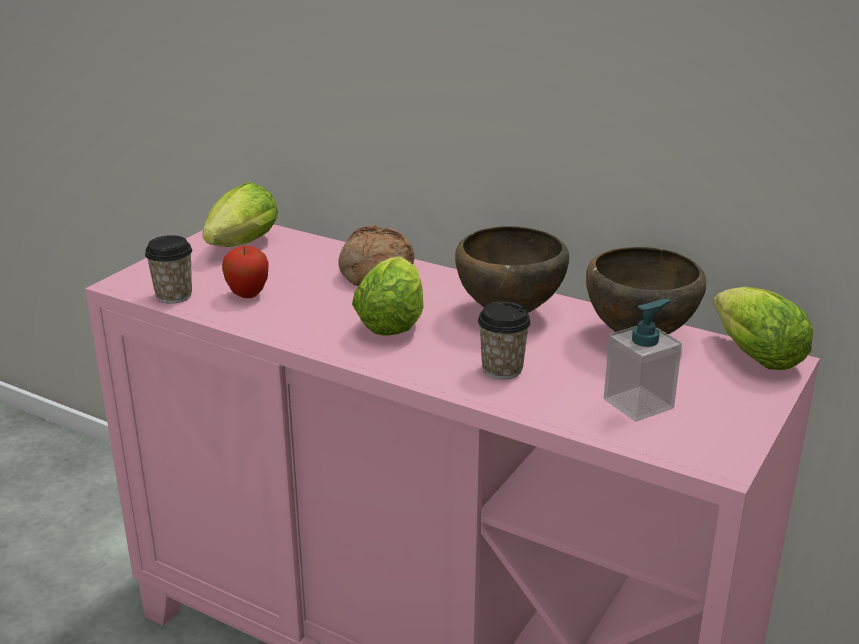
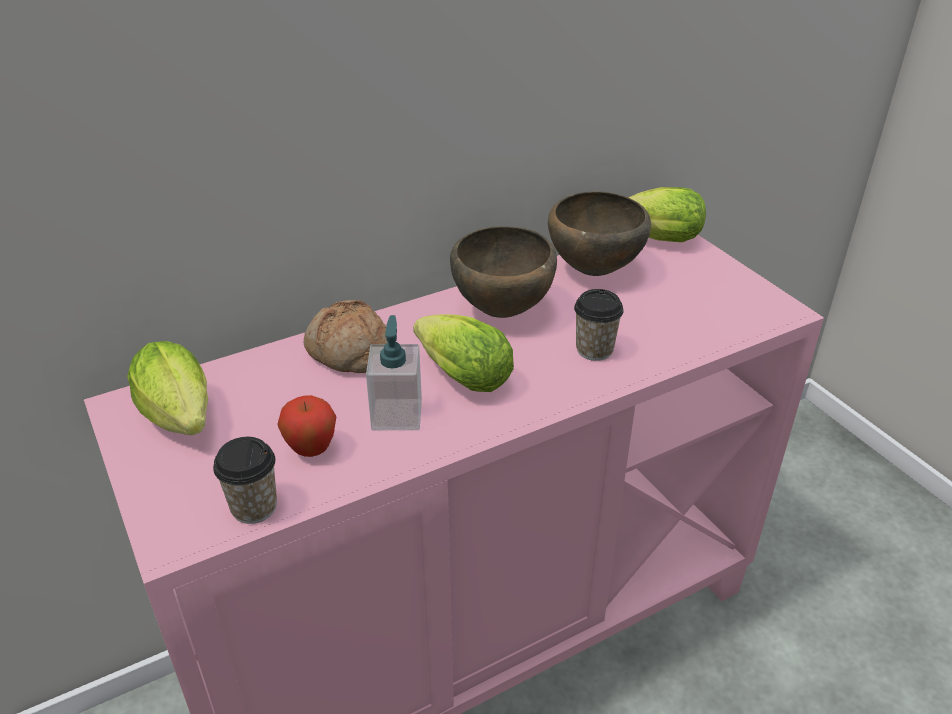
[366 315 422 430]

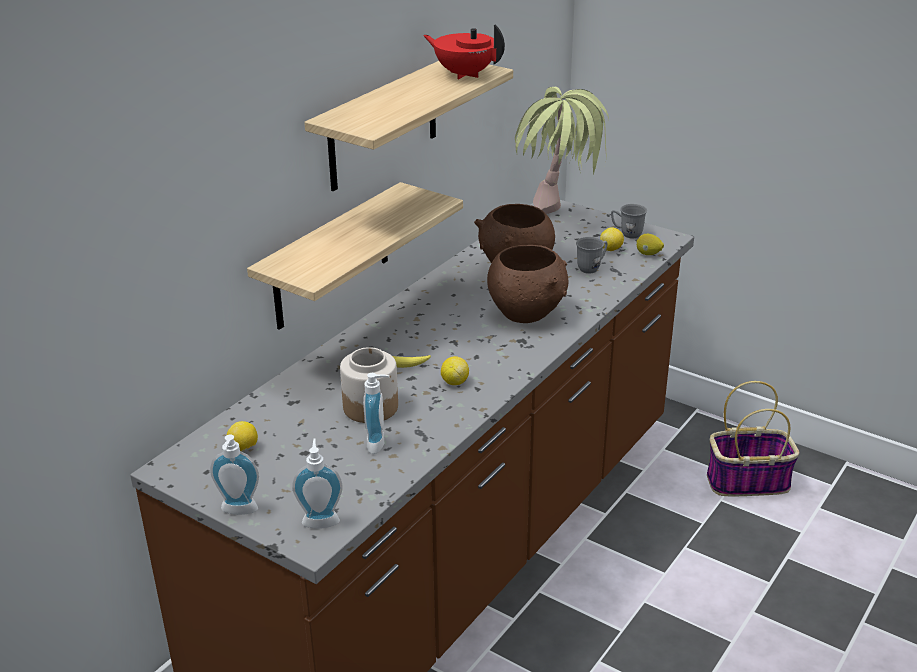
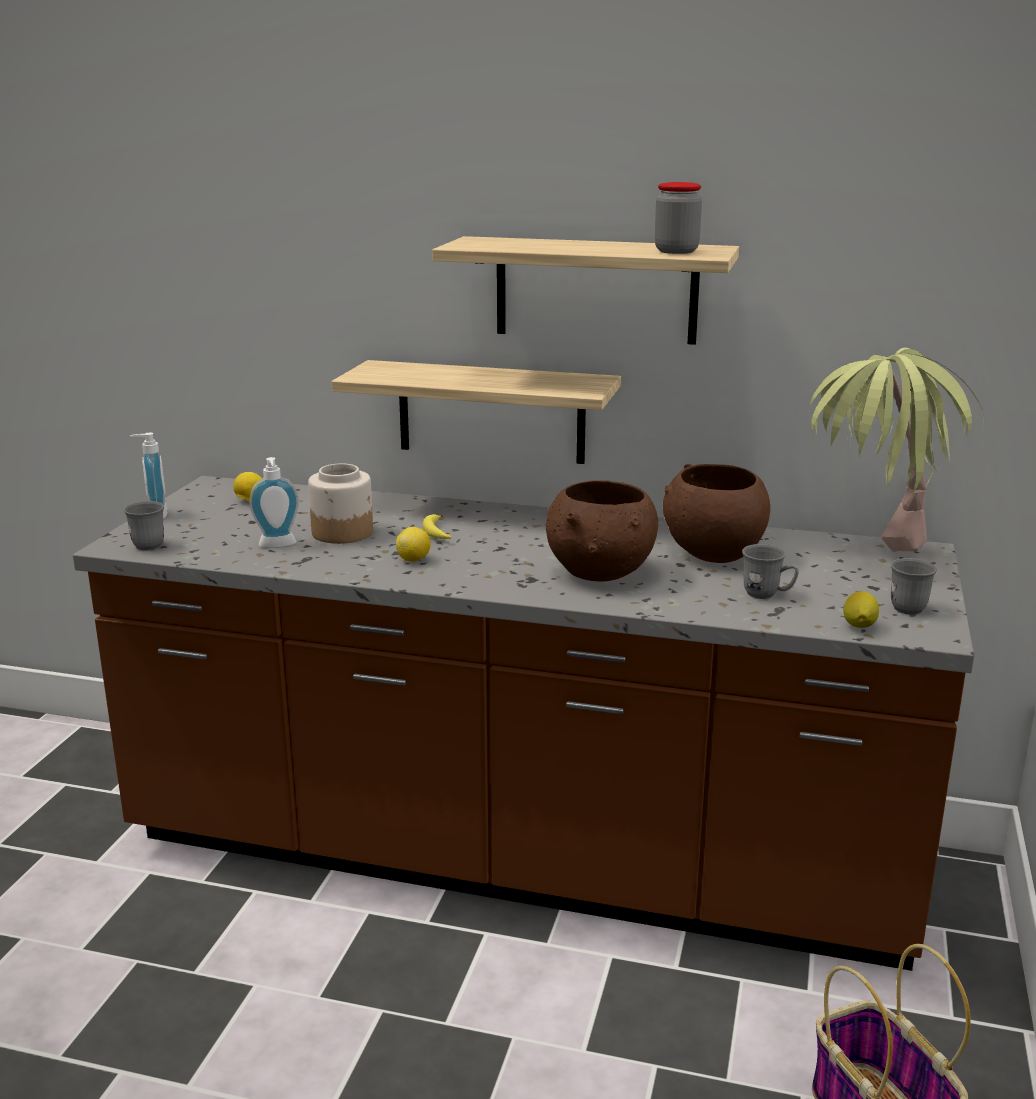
[655 182 702 254]
[600 227 624 251] (first image)
[124 501 164 551]

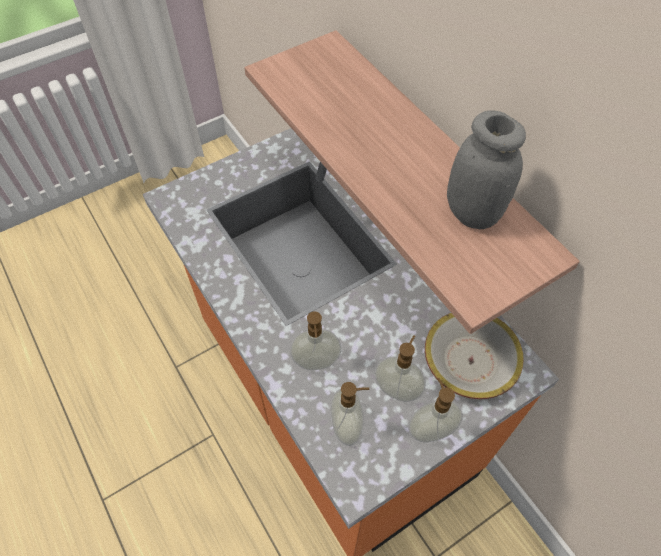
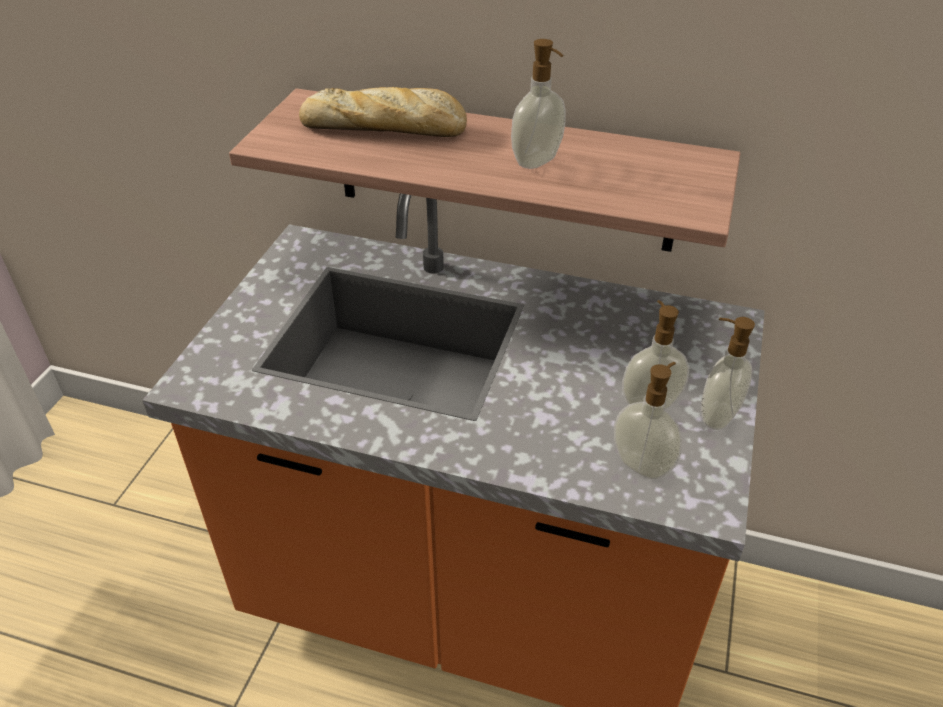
[447 110 526 229] (first image)
[511 39 566 169]
[425 313 524 399] (first image)
[299 87 467 137]

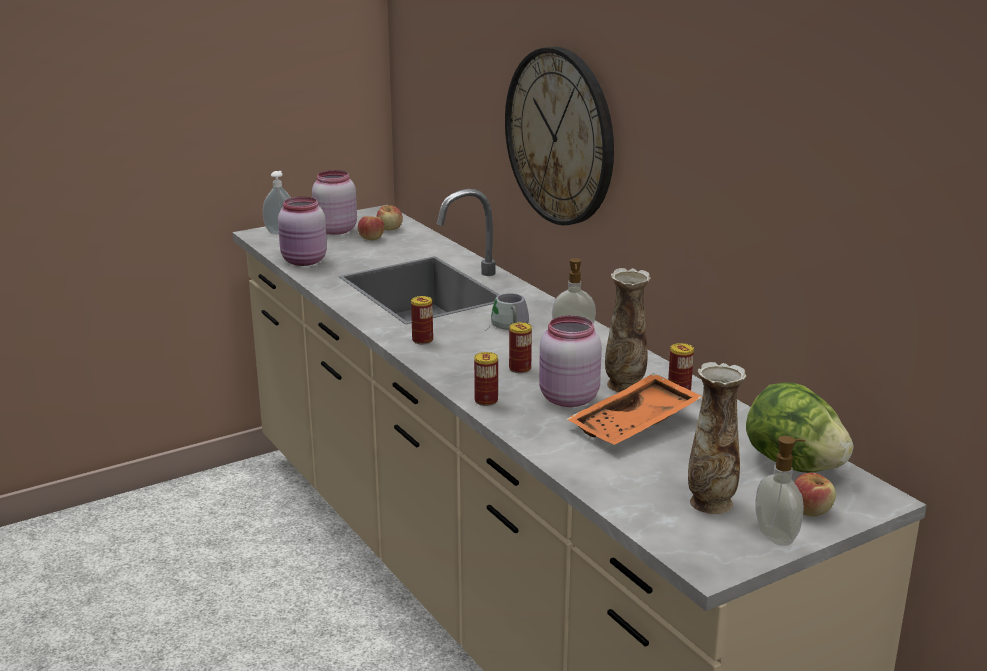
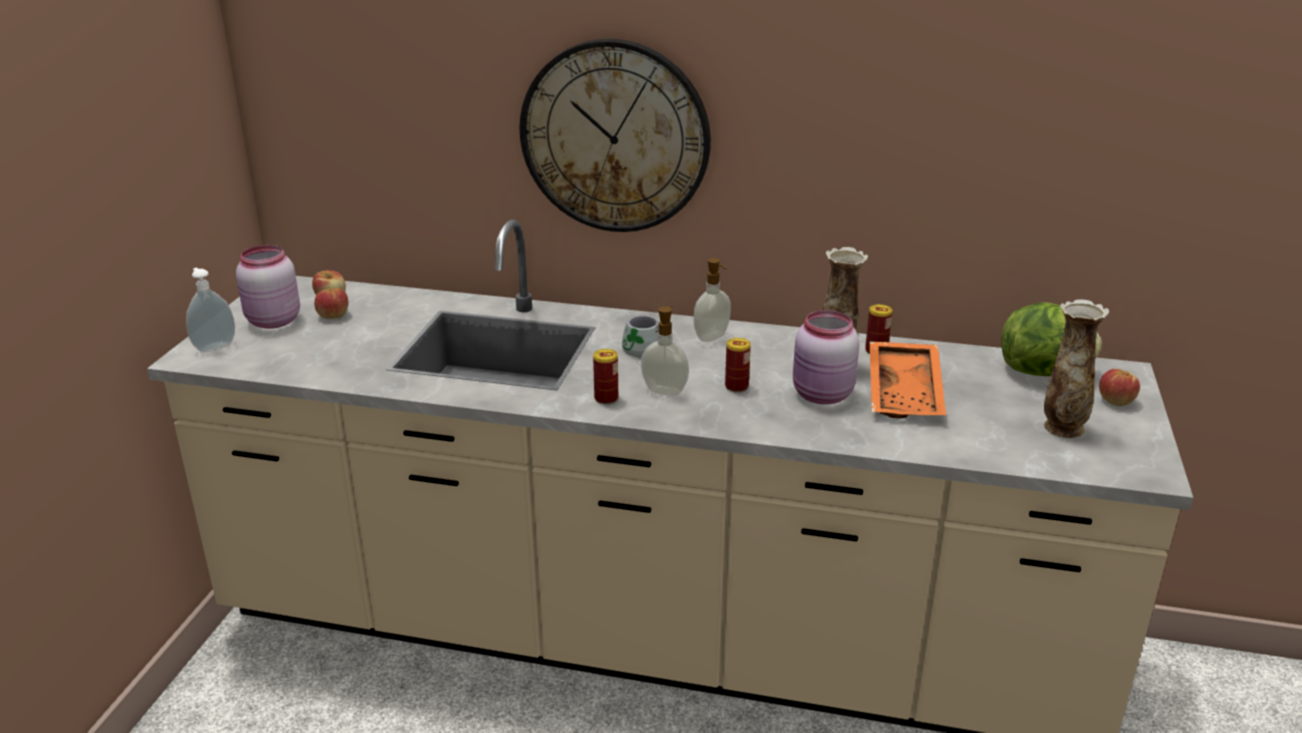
[278 196 327 266] (first image)
[474 352 498 406] (first image)
[641 306 689 396]

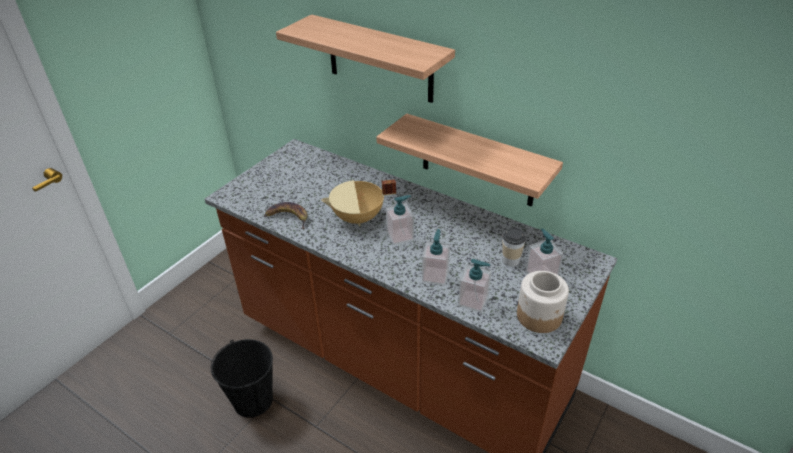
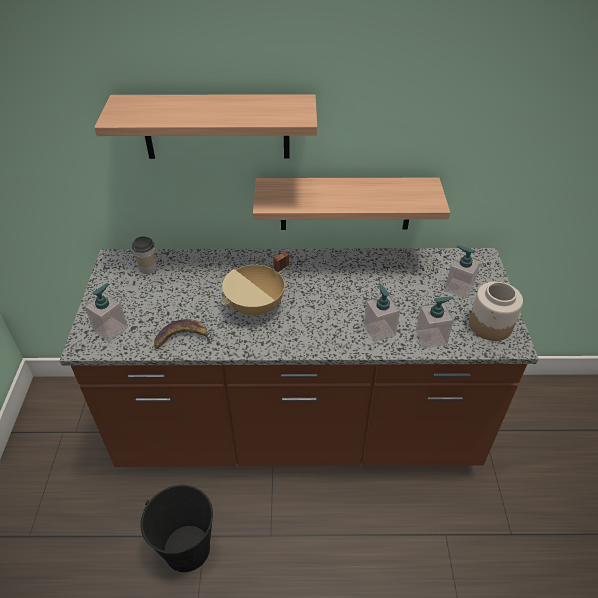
[84 283 128 342]
[132 236 157 274]

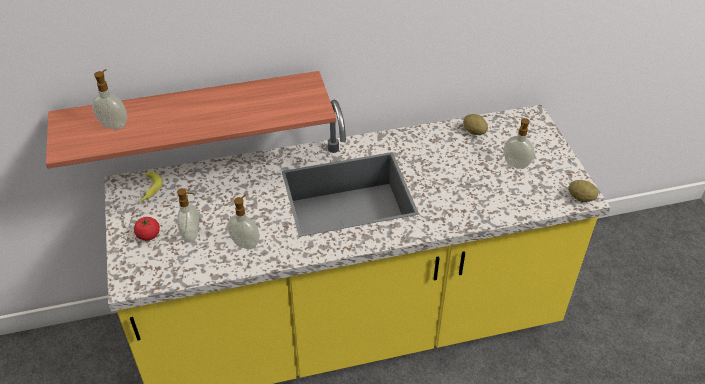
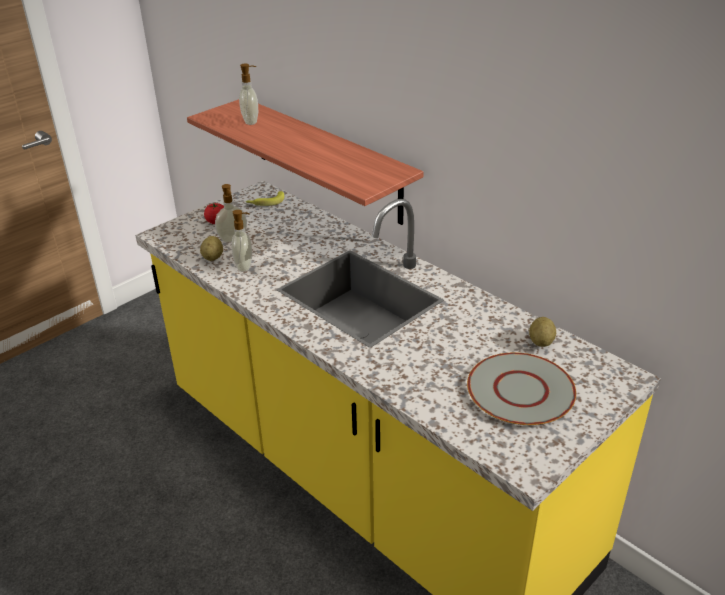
[467 353 576 425]
[200 236 223 261]

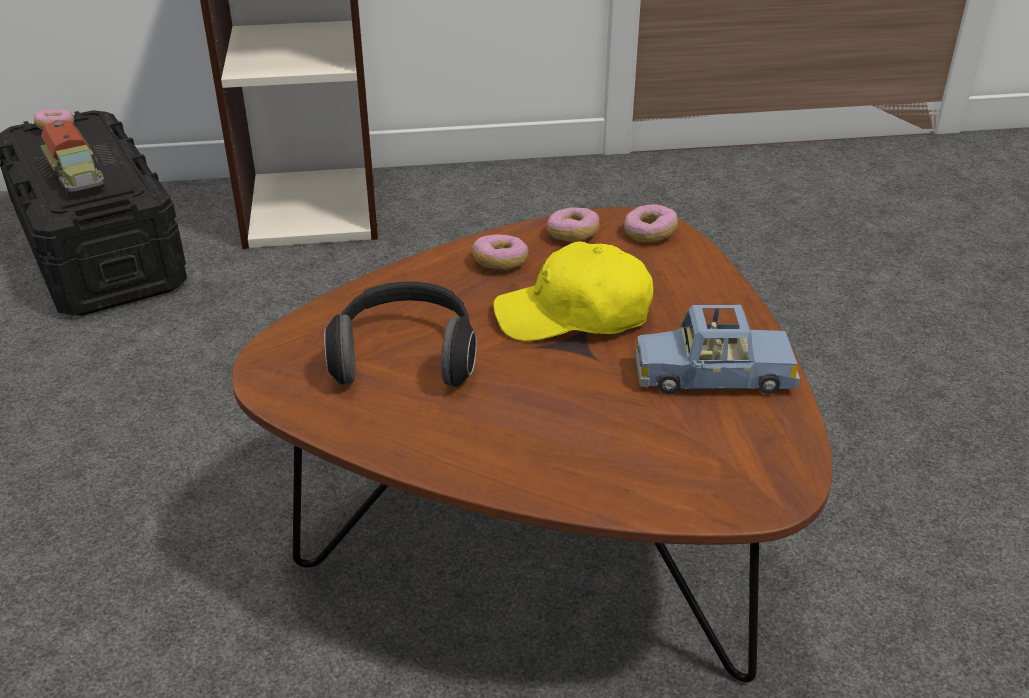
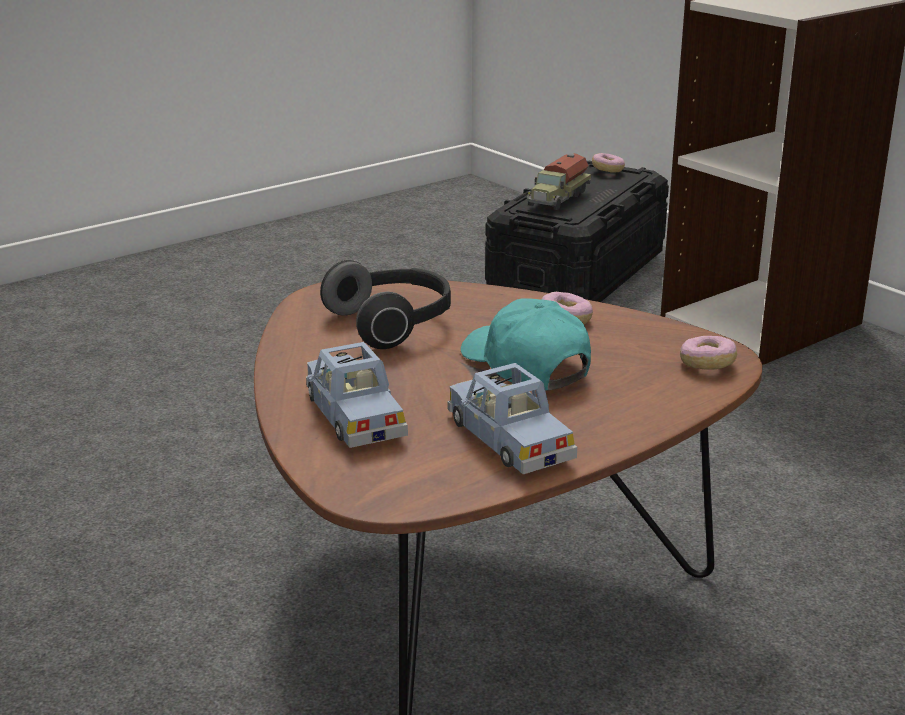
[547 207 600 241] (first image)
[461 298 591 391]
[306 342 408 448]

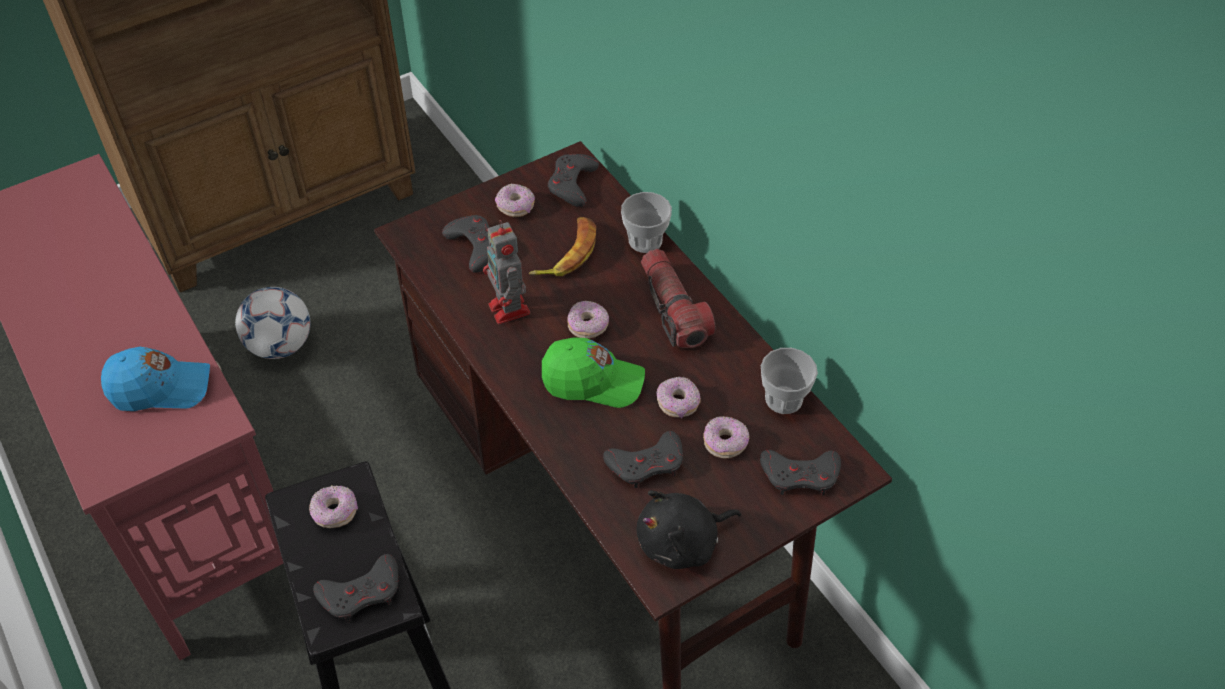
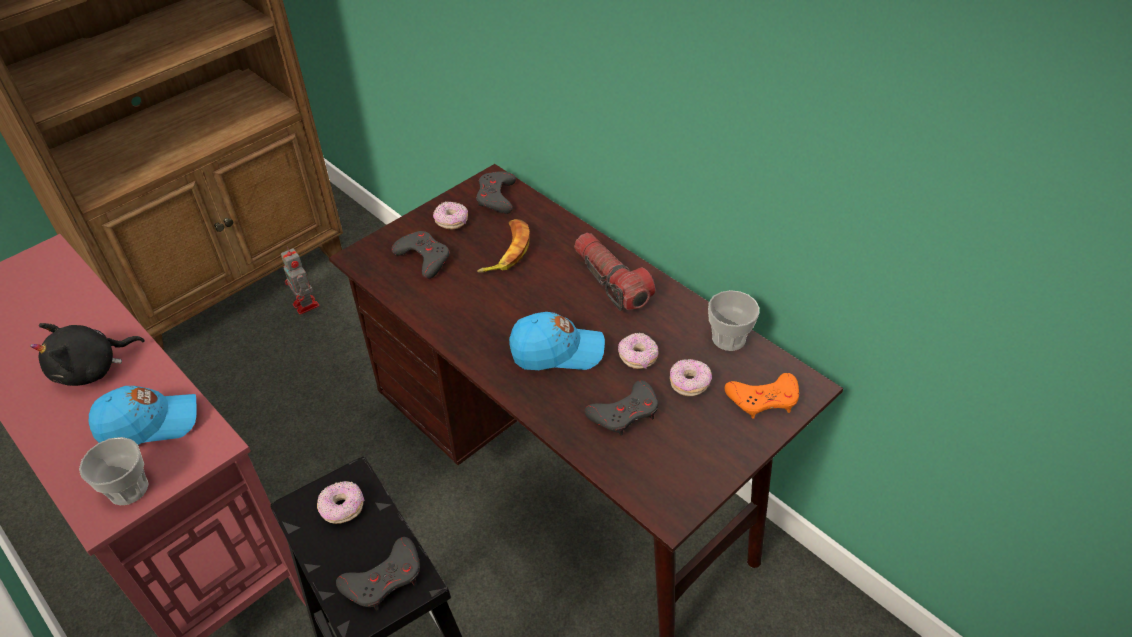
[79 437 149 505]
[281 247 319 315]
[235 287 311 359] (first image)
[567 301 609 339] (first image)
[509 312 605 370]
[725 373 799 419]
[30 323 145 386]

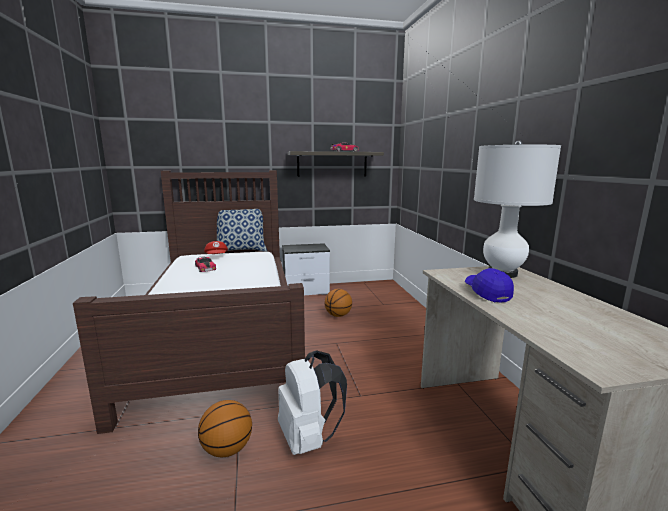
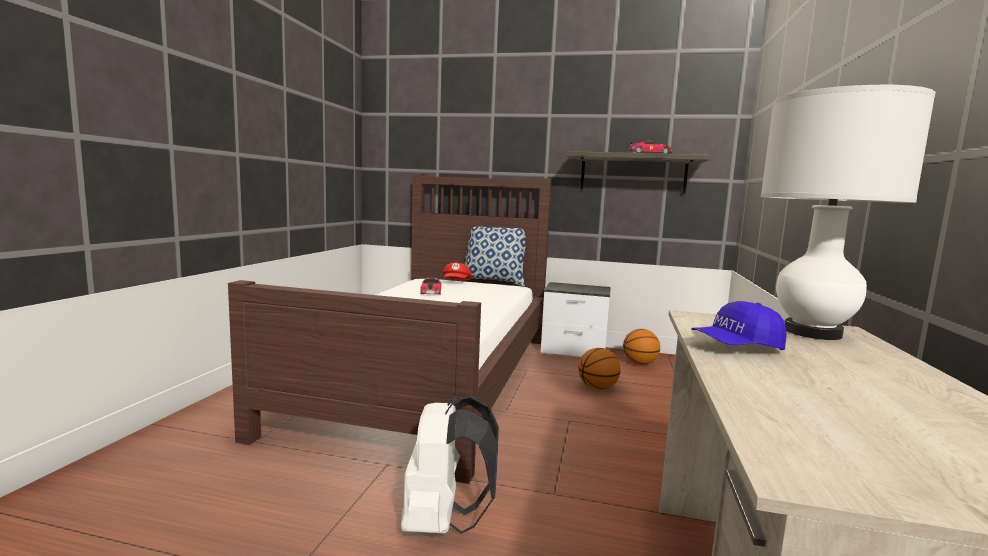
[691 301 787 350]
[623 329 660 365]

